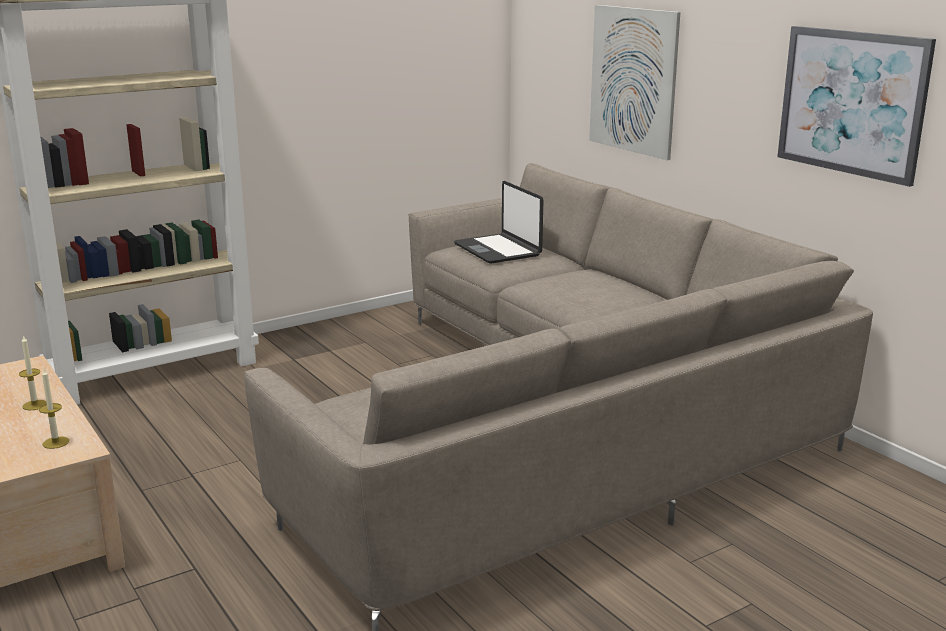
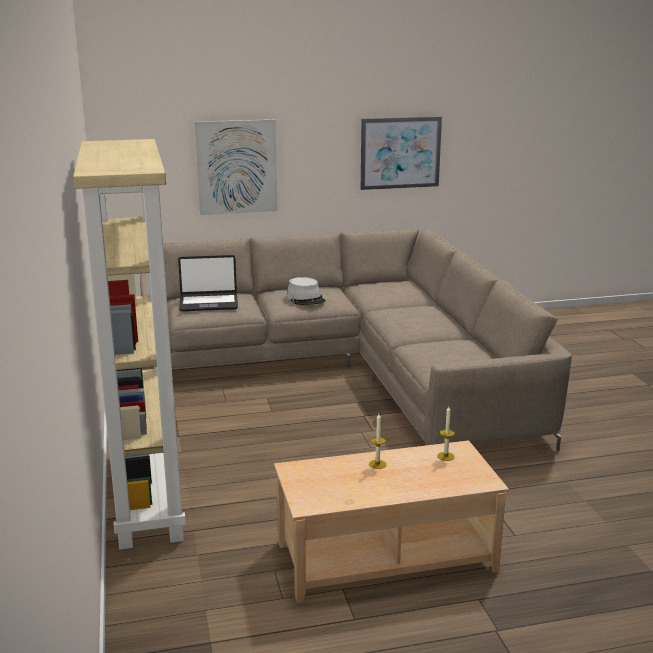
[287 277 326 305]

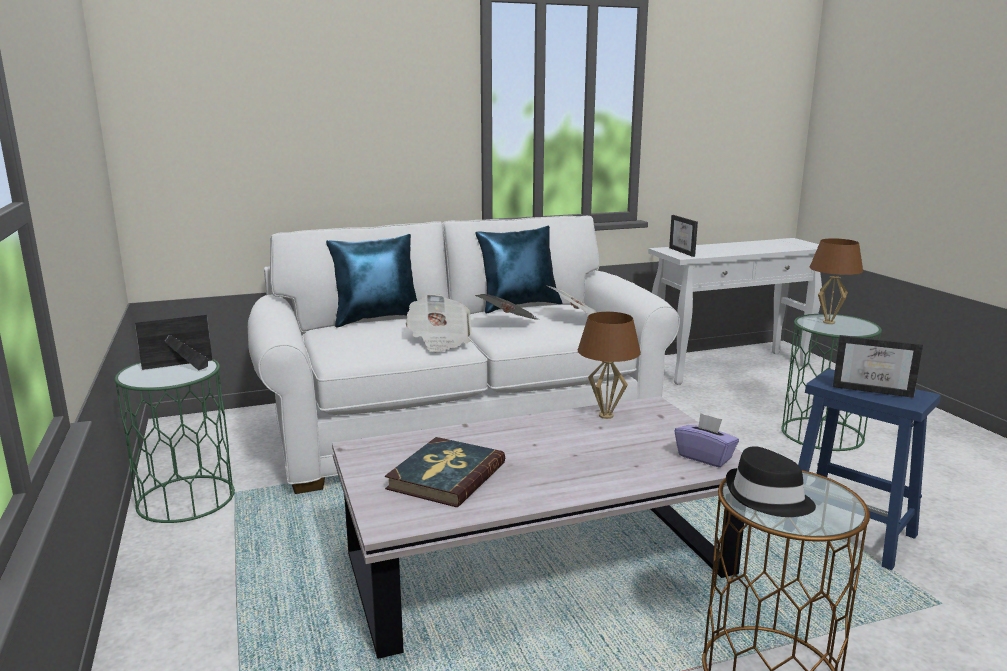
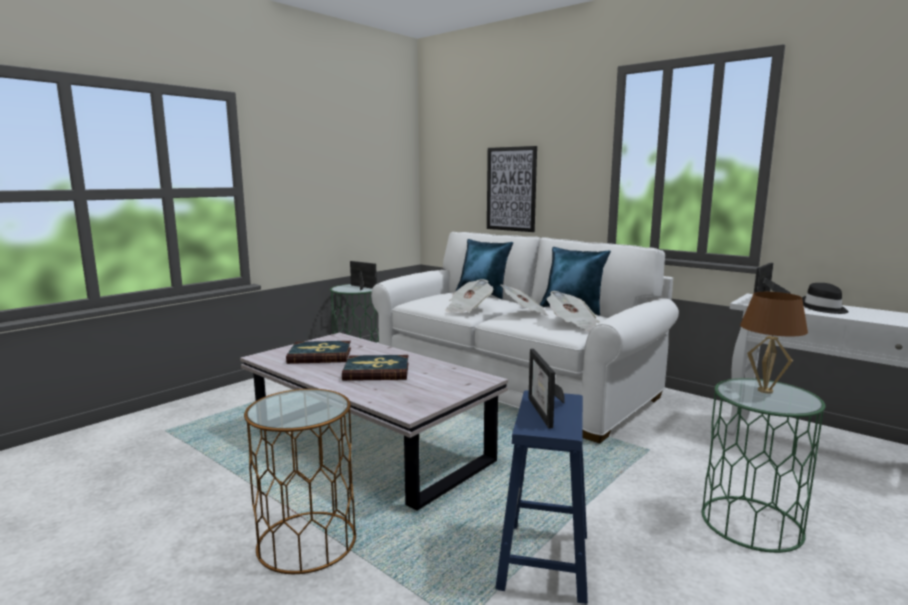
[578 312 641 419] (first image)
[675 413 739 468] (first image)
[802 283 849 314]
[487 146 537 232]
[342 355 409 381]

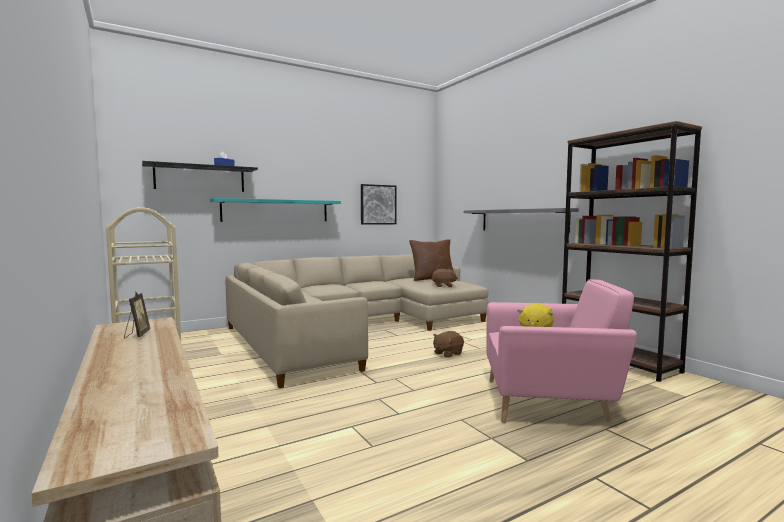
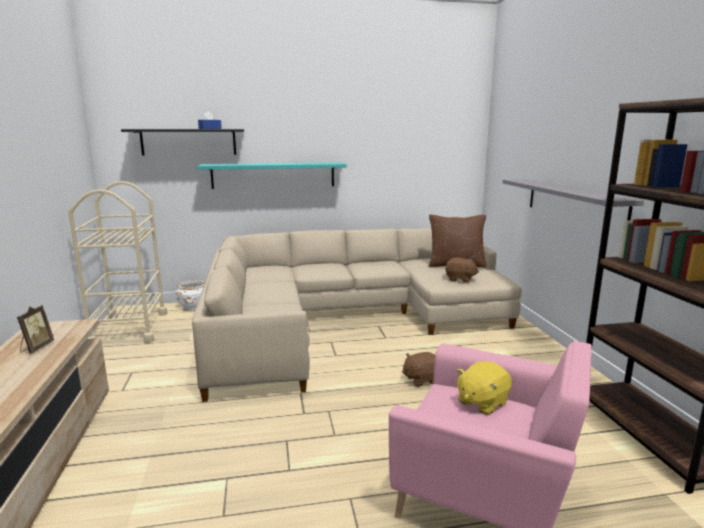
[361 184 397 225] (first image)
[176 280 205 311]

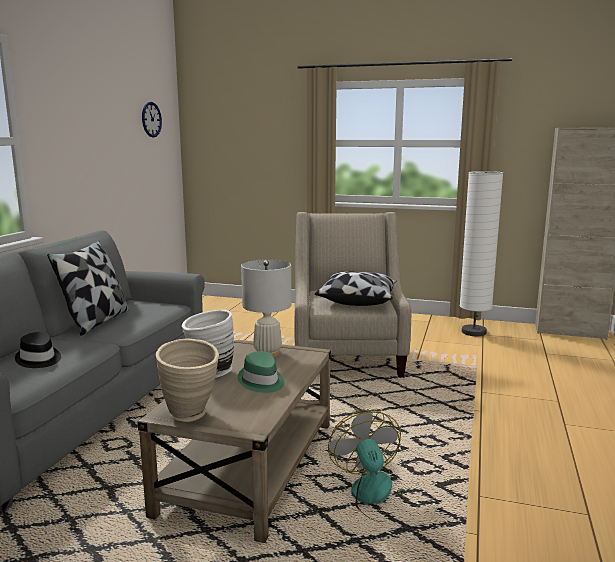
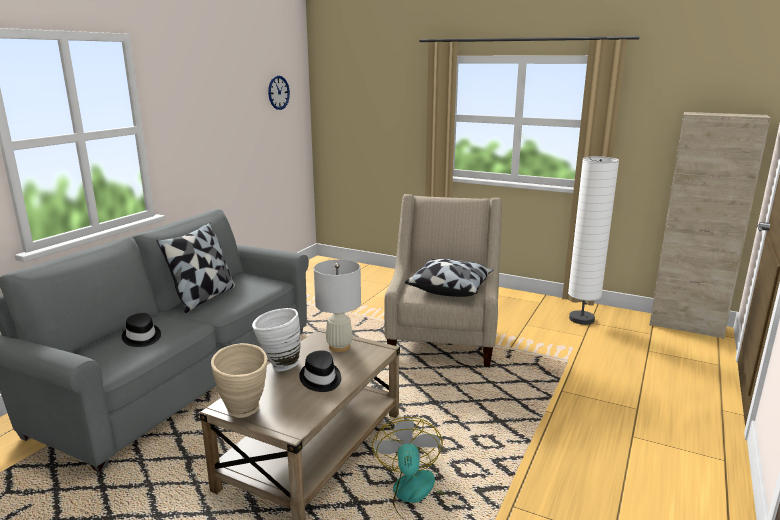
[299 350 341 392]

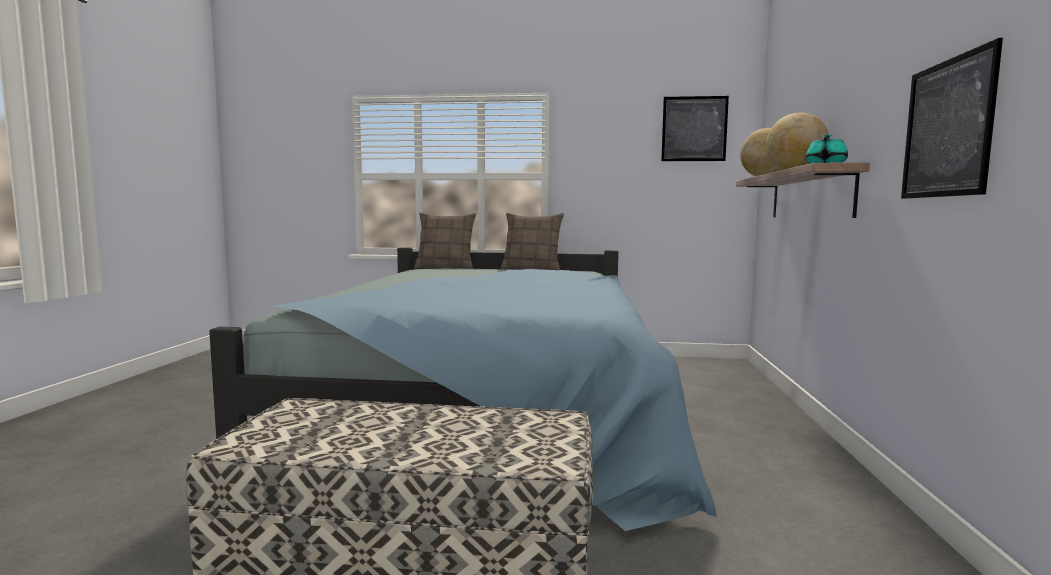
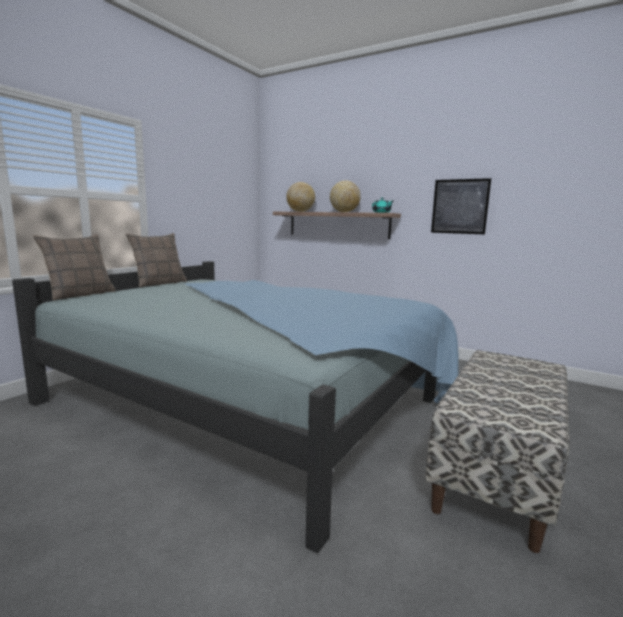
[661 96 729 161] (first image)

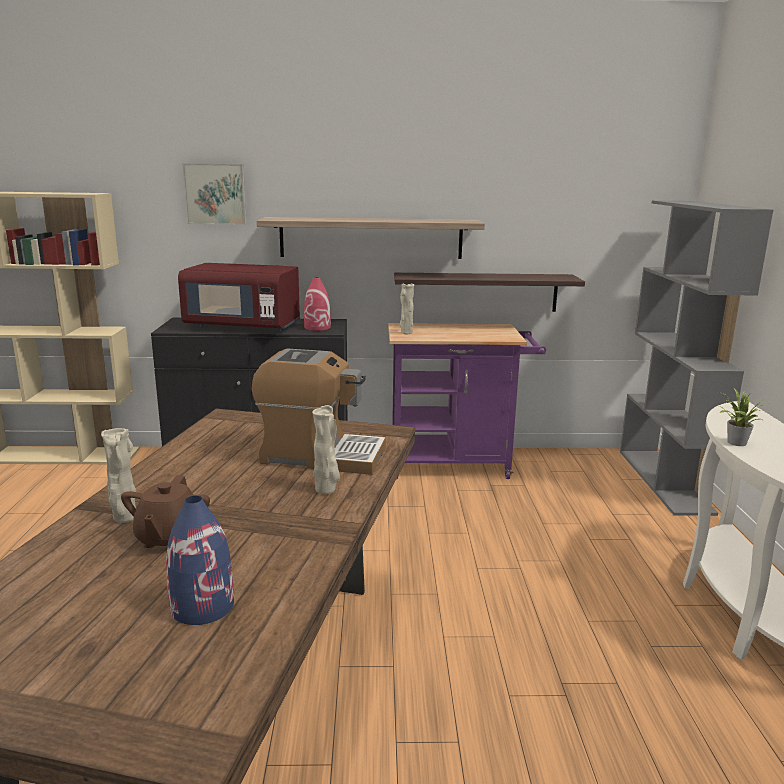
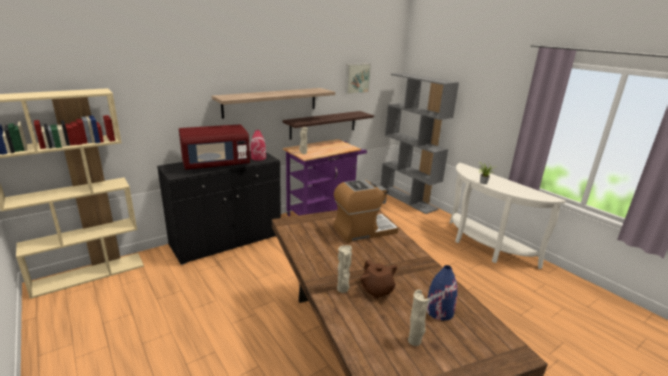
[345 63 371 94]
[408 289 429 346]

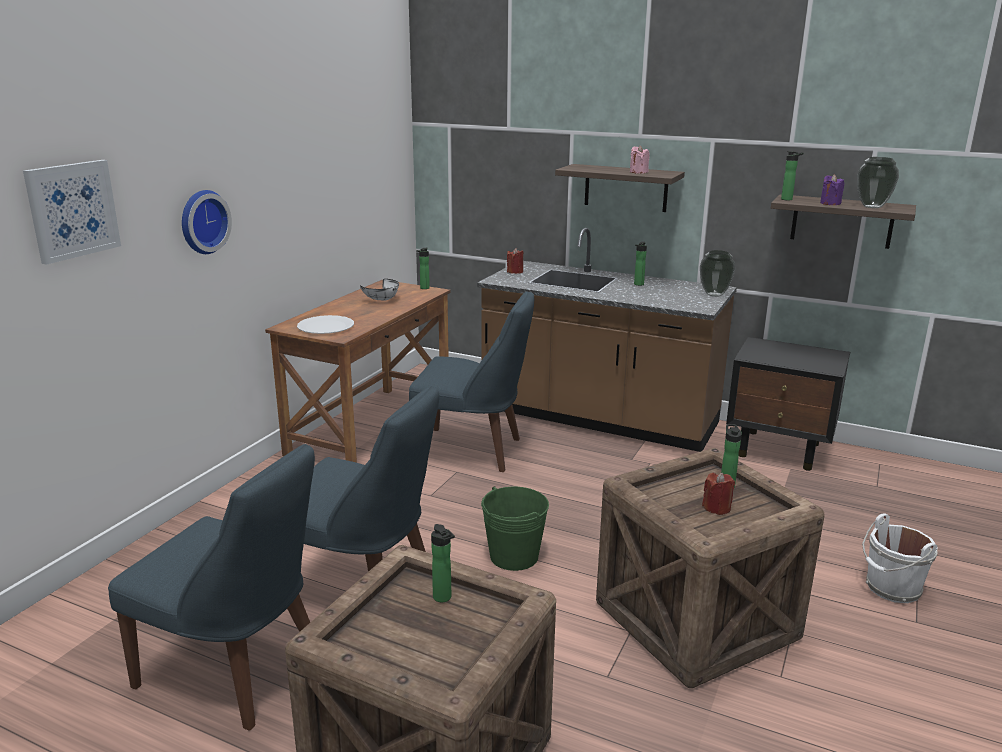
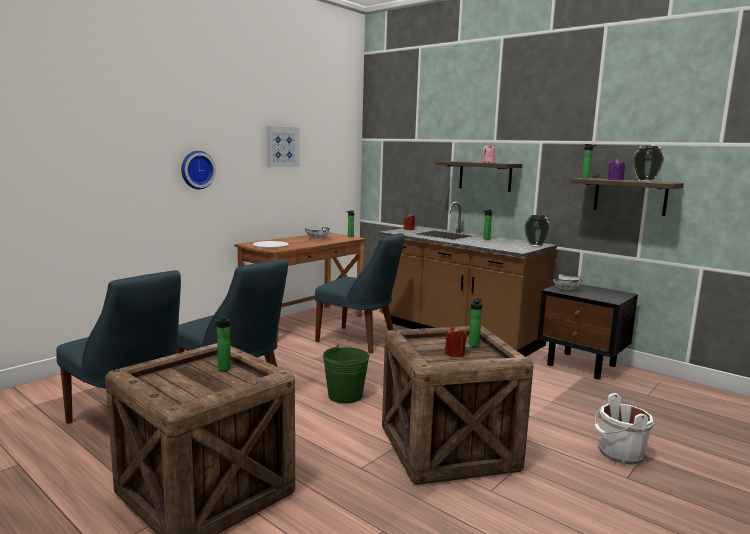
[266 126 299 167]
[552 274 582 290]

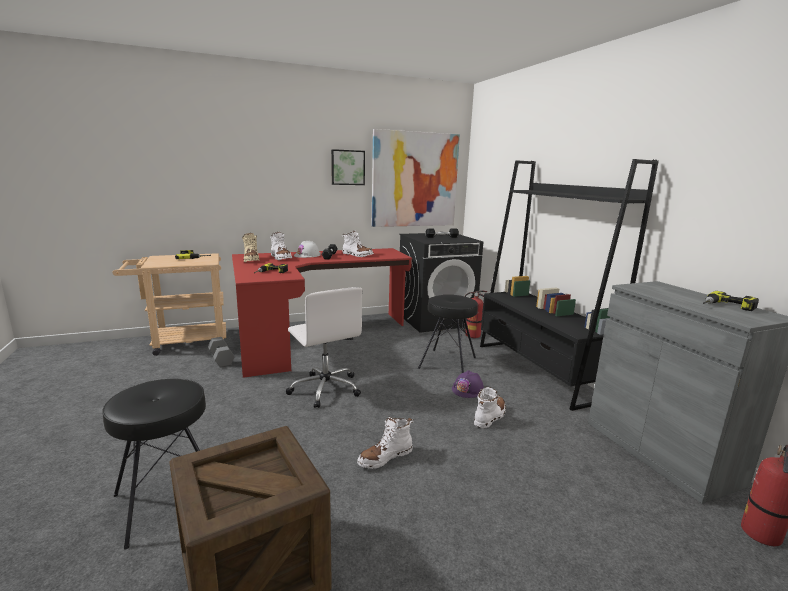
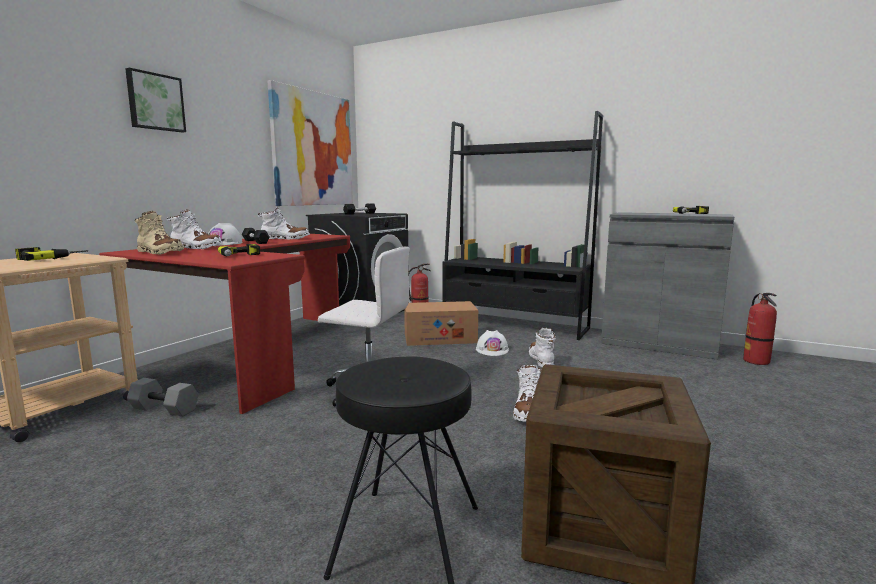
[125 68 186 132]
[404 301 478 346]
[476 330 509 356]

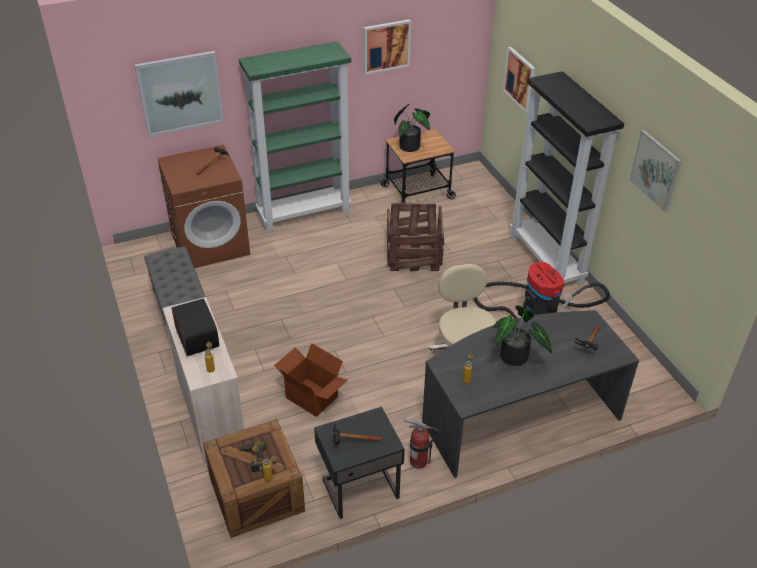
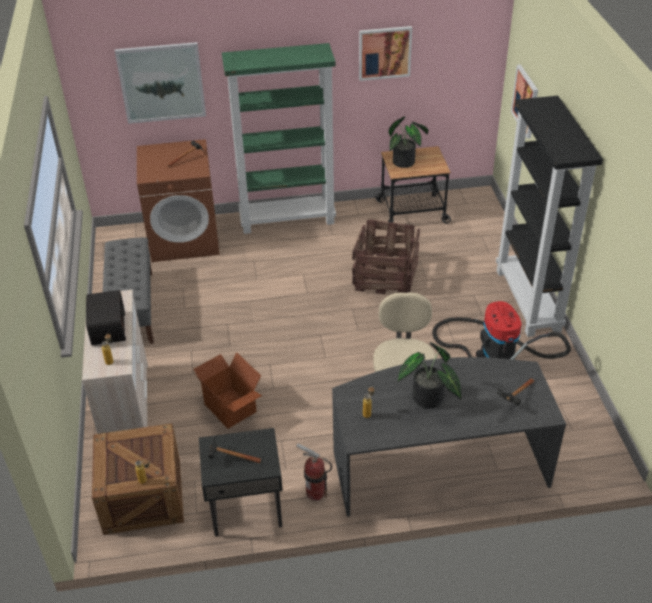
[629 130 681 212] (first image)
[239 441 266 472] (first image)

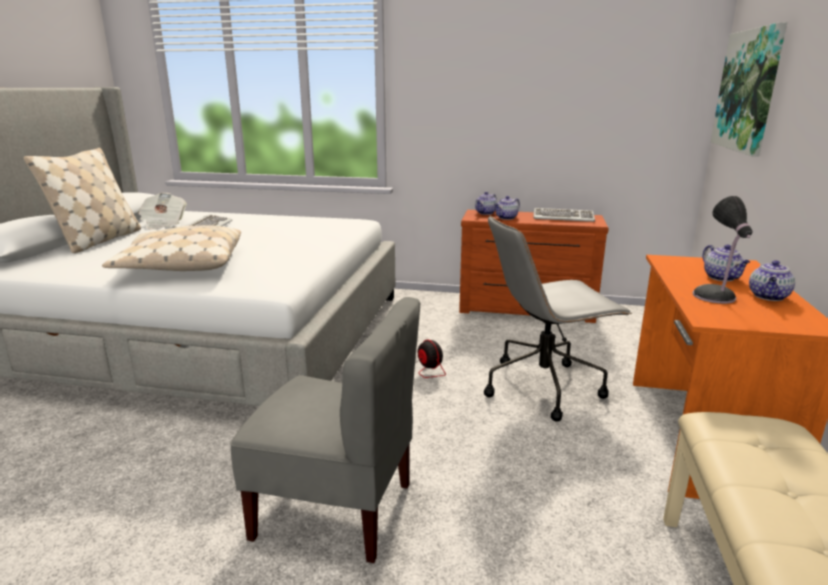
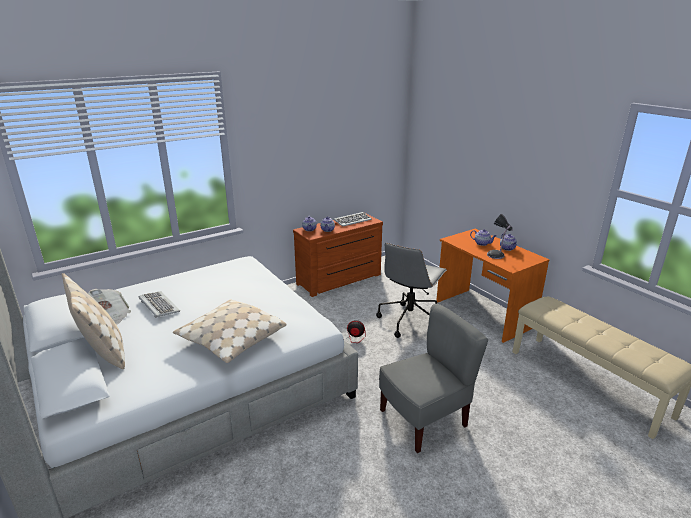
[711 22 787 157] (first image)

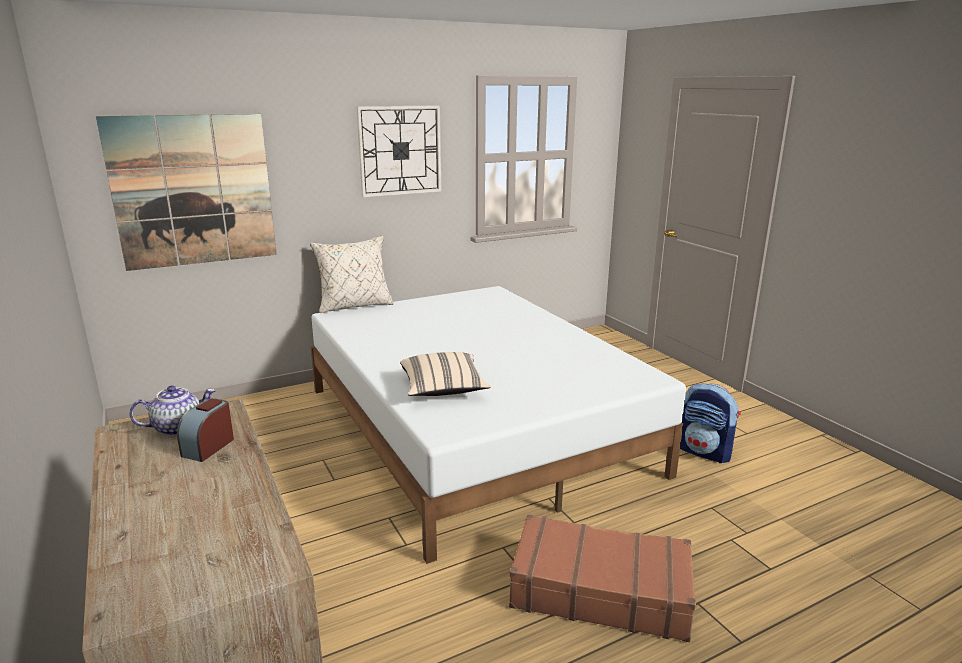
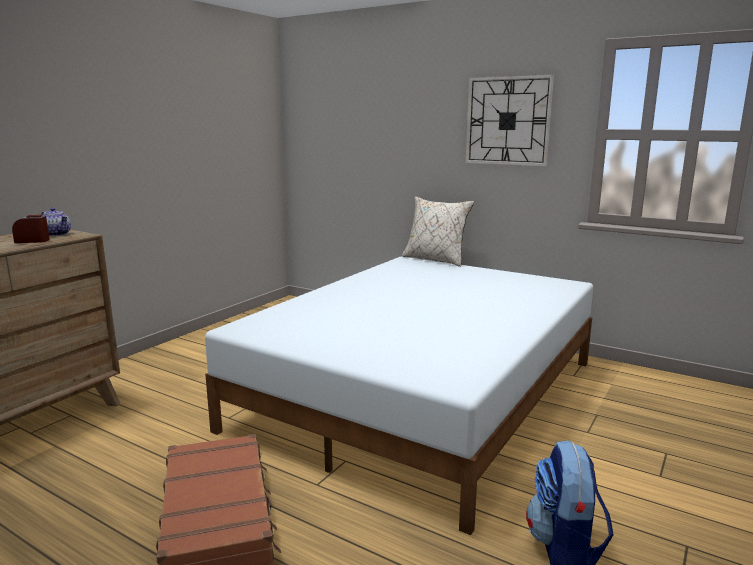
[96 114 277 271] (first image)
[400 352 491 396] (first image)

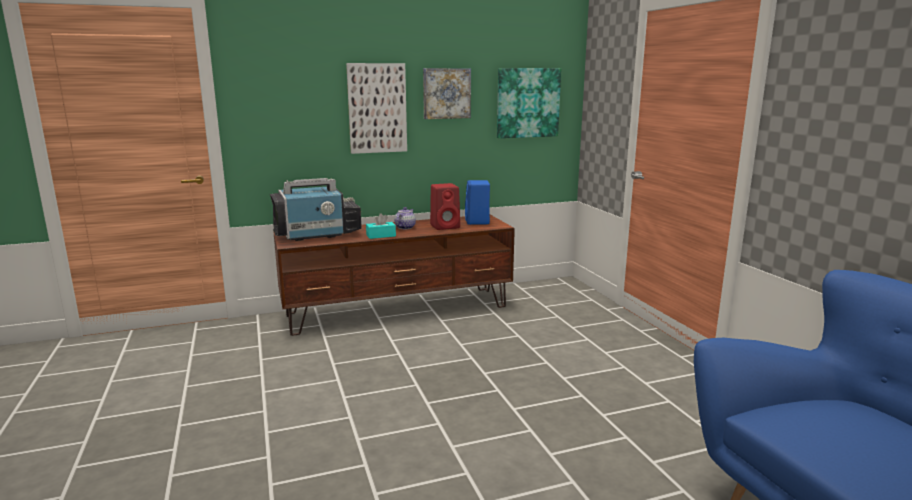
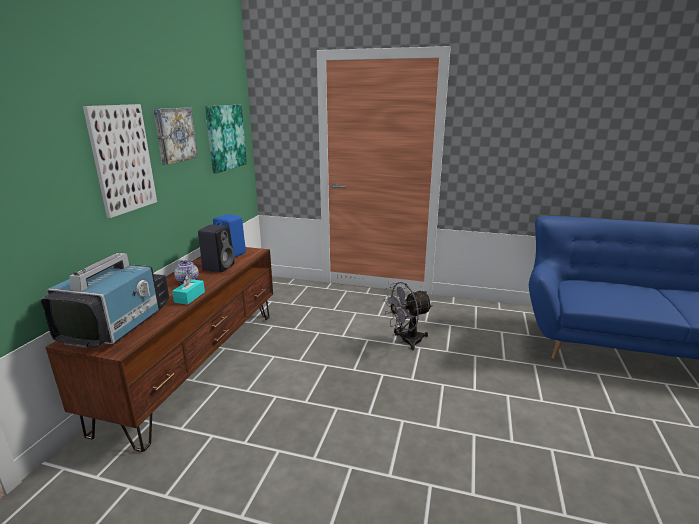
[198 225 234 272]
[382 282 433 350]

